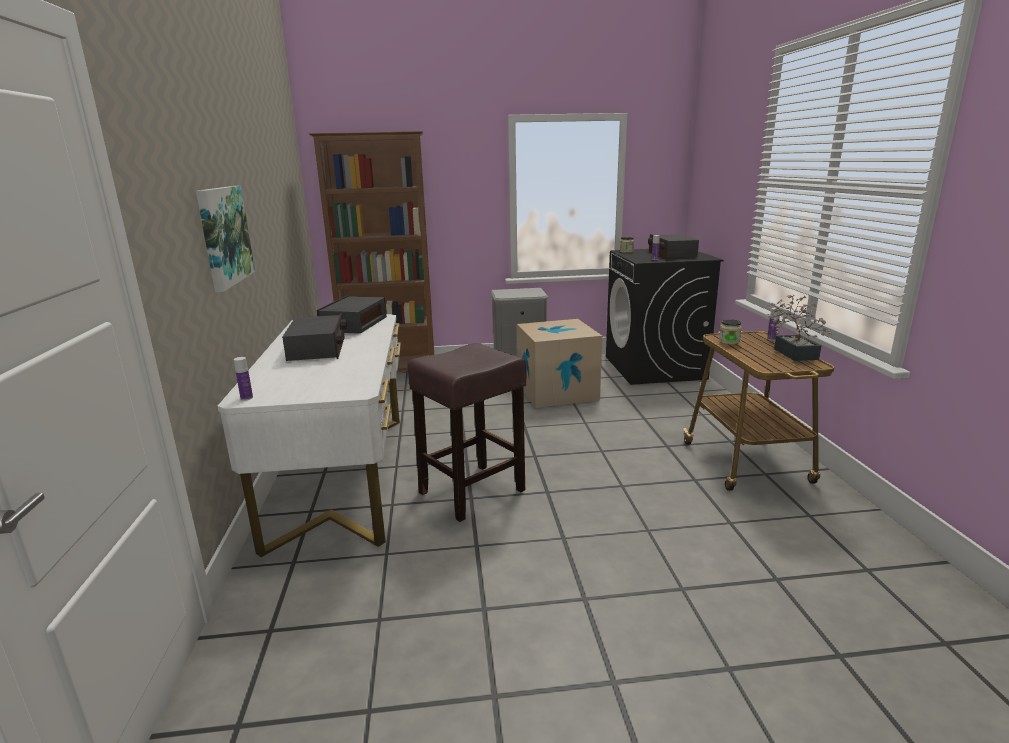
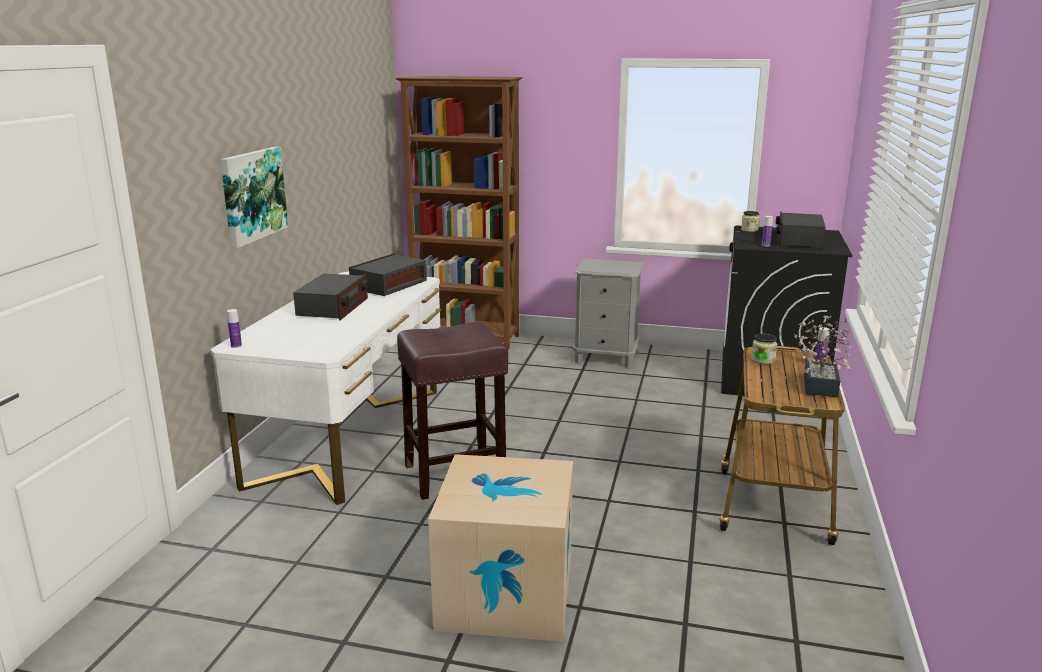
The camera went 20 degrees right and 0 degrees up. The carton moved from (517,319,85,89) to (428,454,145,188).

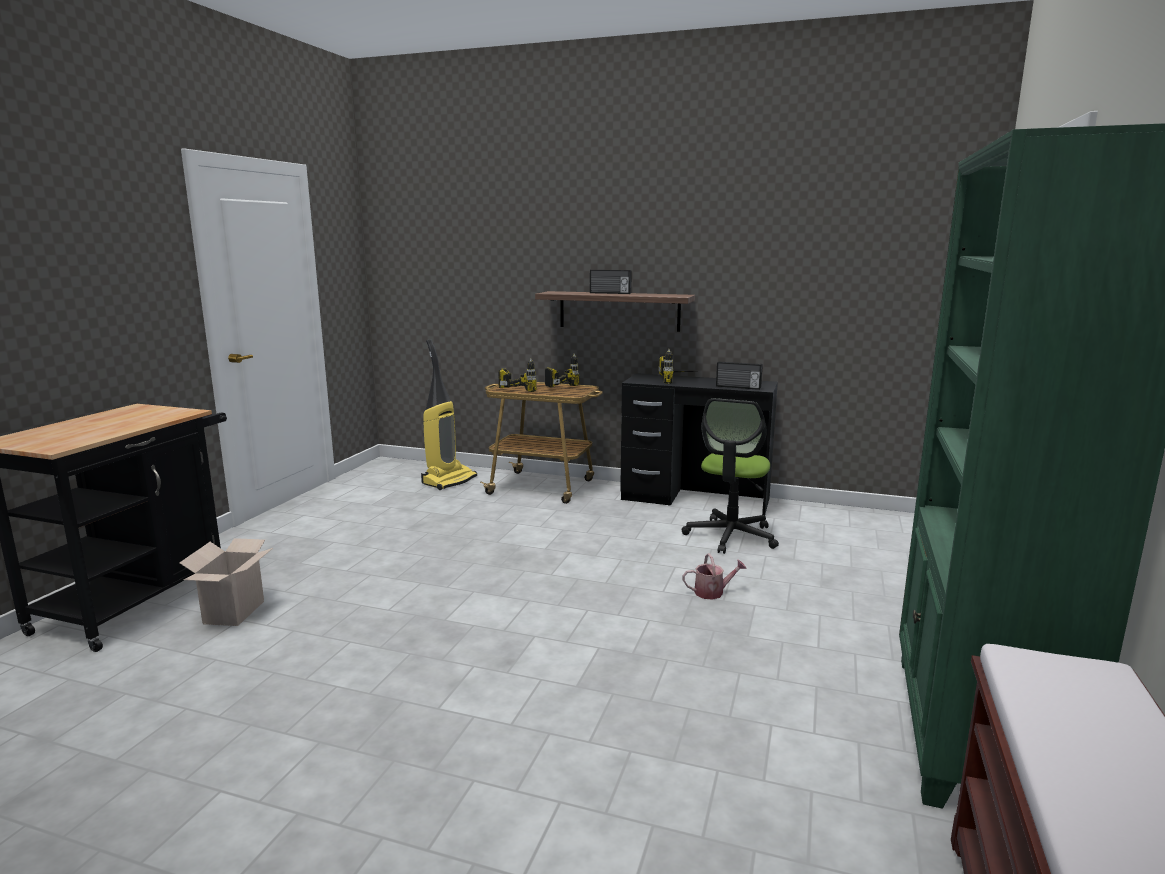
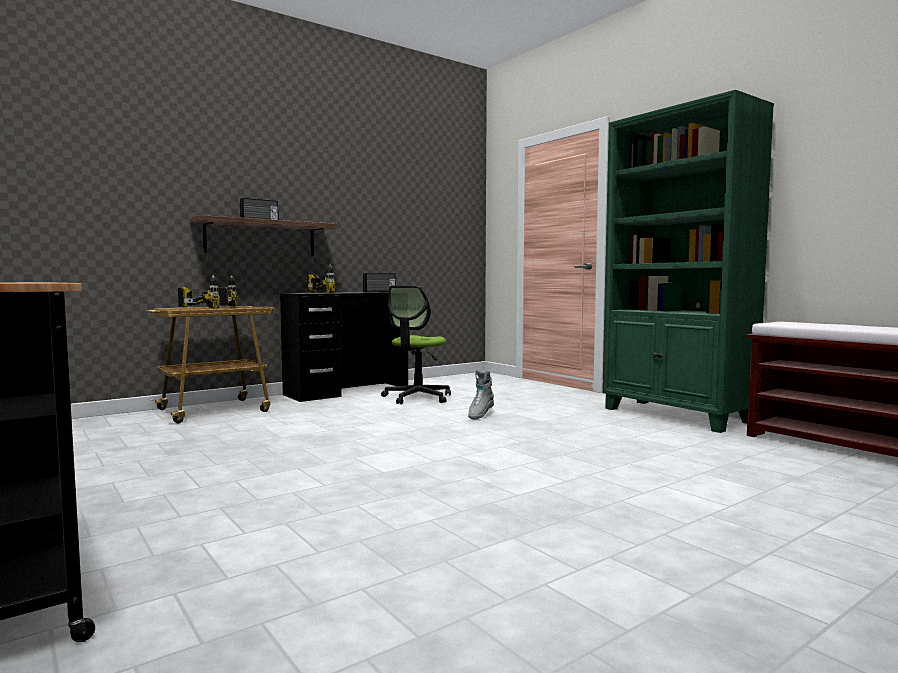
The camera went 55 degrees left and 10 degrees down. The carton at (179,538,94,88) disappeared. The vacuum at (421,339,56,151) disappeared. The desk chair at (682,398,97,156) turned 60 degrees clockwise. The watering can at (682,553,65,47) was replaced by the gray boot at (468,370,26,49).

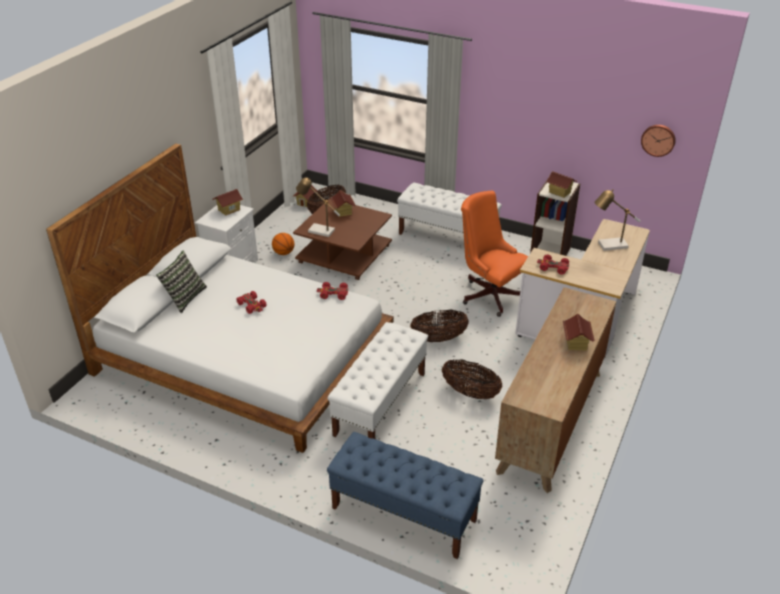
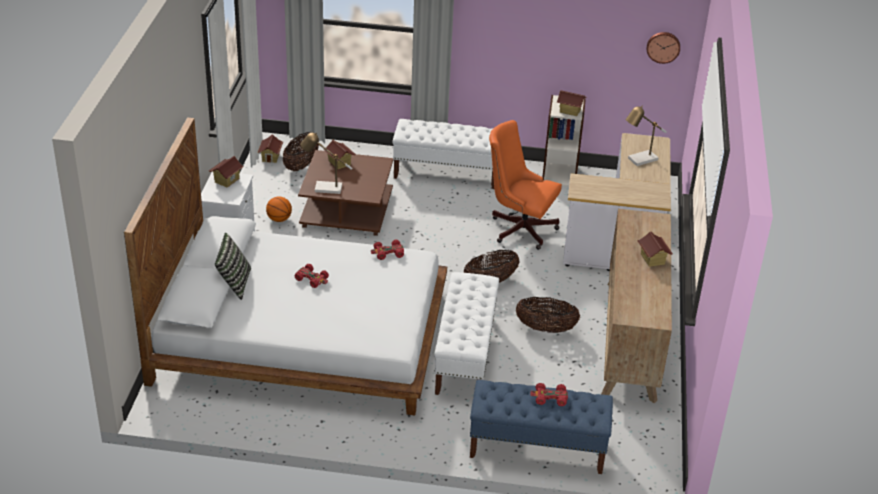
The camera went 20 degrees left and 0 degrees up. The red-coloured toy car moved from (537,254,32,21) to (531,383,37,23).

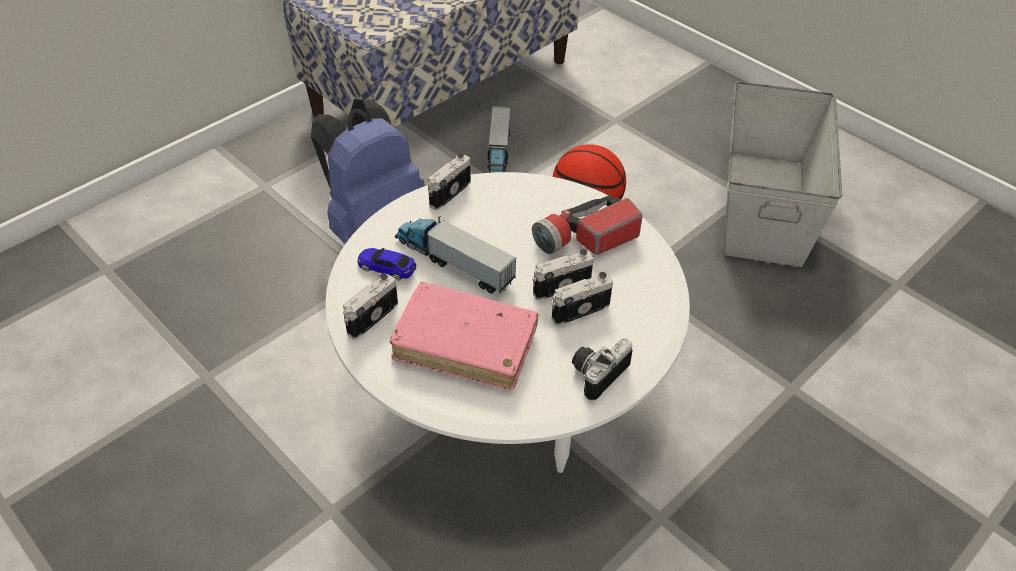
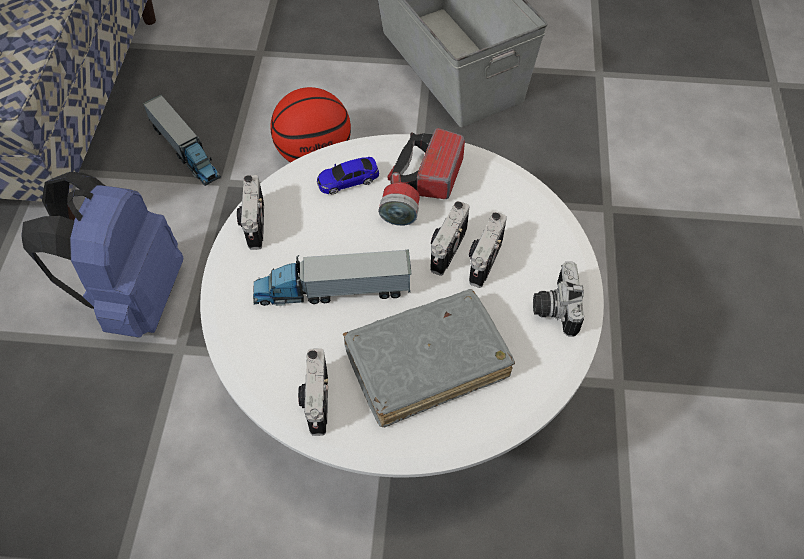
The camera went 40 degrees left and 10 degrees up. The toy car moved from (357,248,59,32) to (317,157,62,37). The pink book at (390,282,149,108) became the gray book at (343,289,172,138).

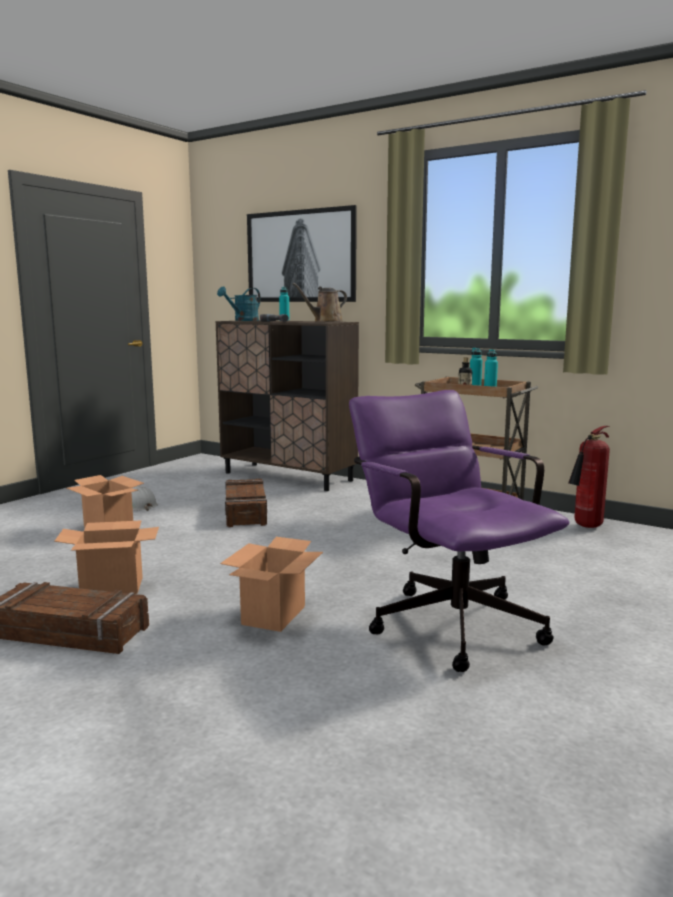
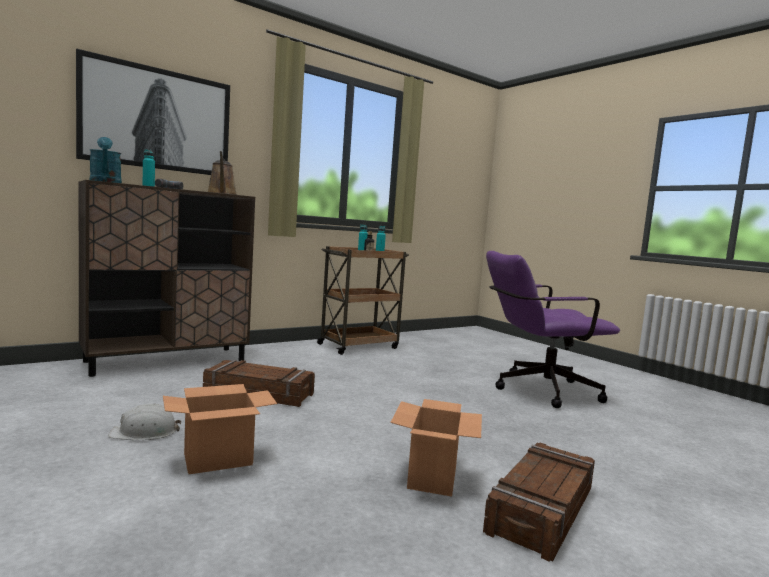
The camera went 70 degrees left and 5 degrees down. The carton at (220,537,103,95) disappeared. The extinguisher at (568,426,42,102) disappeared.

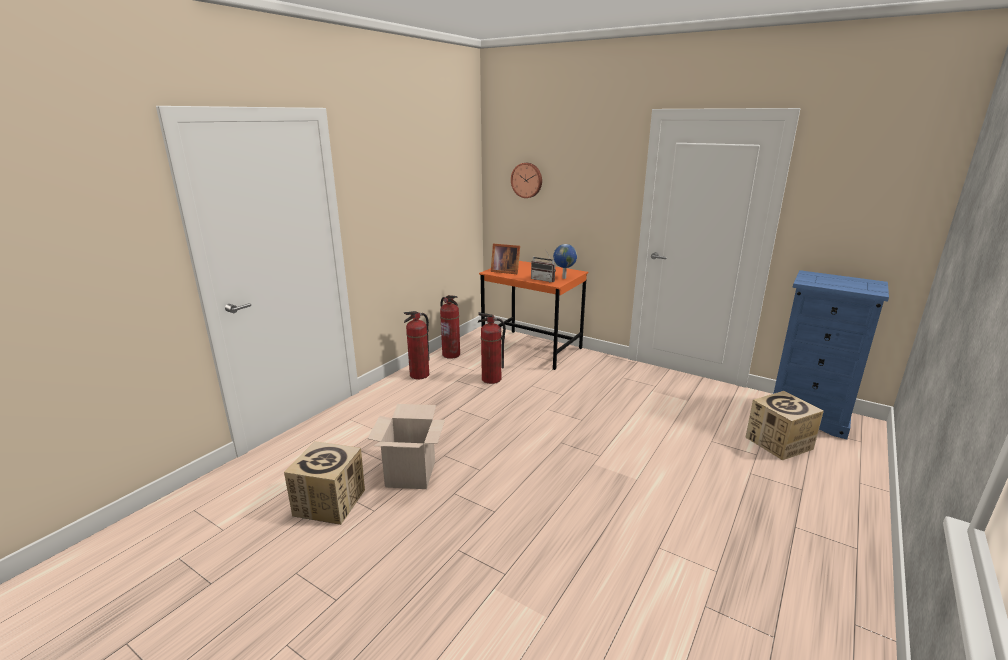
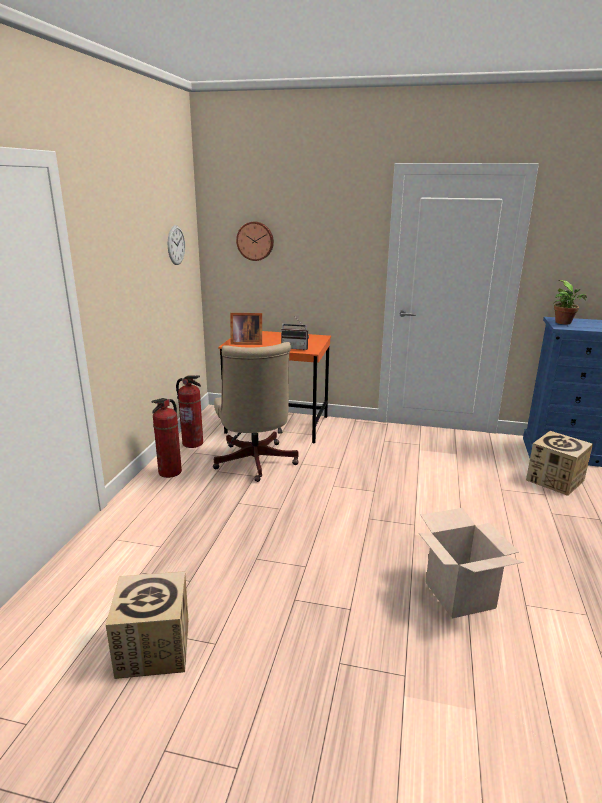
The camera went 20 degrees left and 0 degrees up. The carton moved from (367,404,78,85) to (419,508,104,110). The extinguisher at (477,312,29,72) was replaced by the beige-coloured desk chair at (213,342,86,140). The globe at (553,244,24,35) disappeared. The clock on the wall at (168,225,17,40) appeared. The potted plant at (554,280,33,44) appeared.

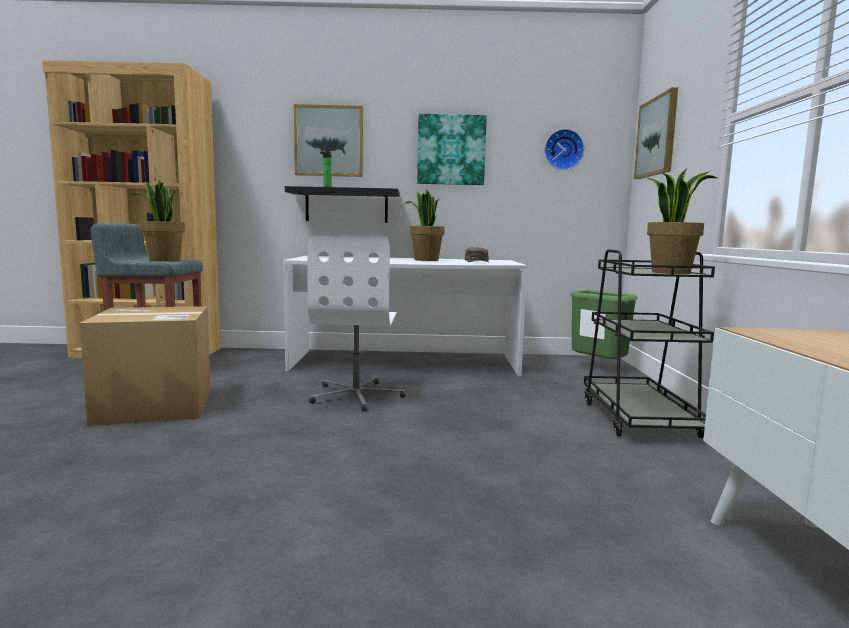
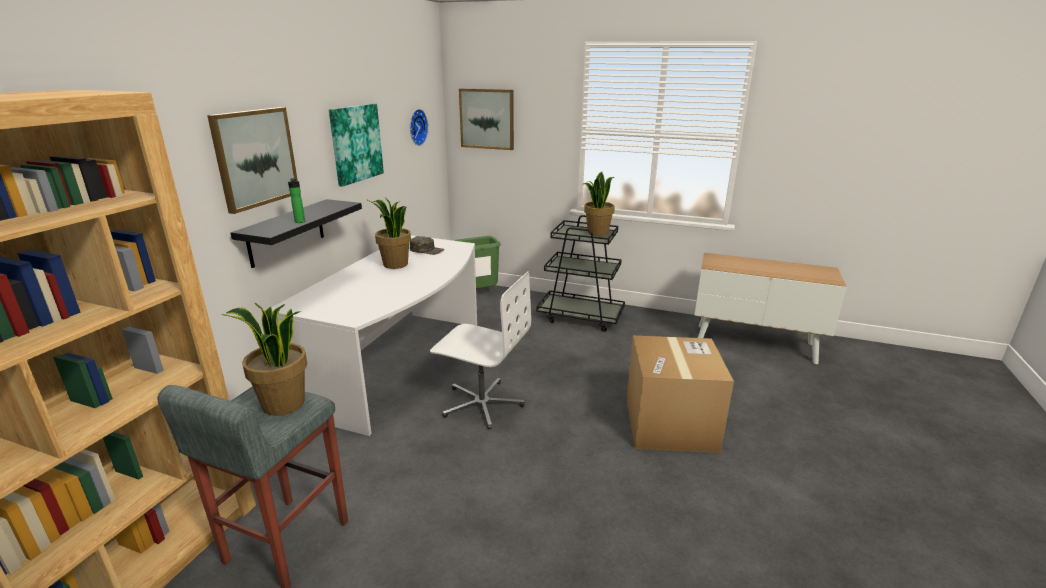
The camera went 70 degrees left and 15 degrees up. The carton moved from (79,306,132,120) to (627,336,107,117).

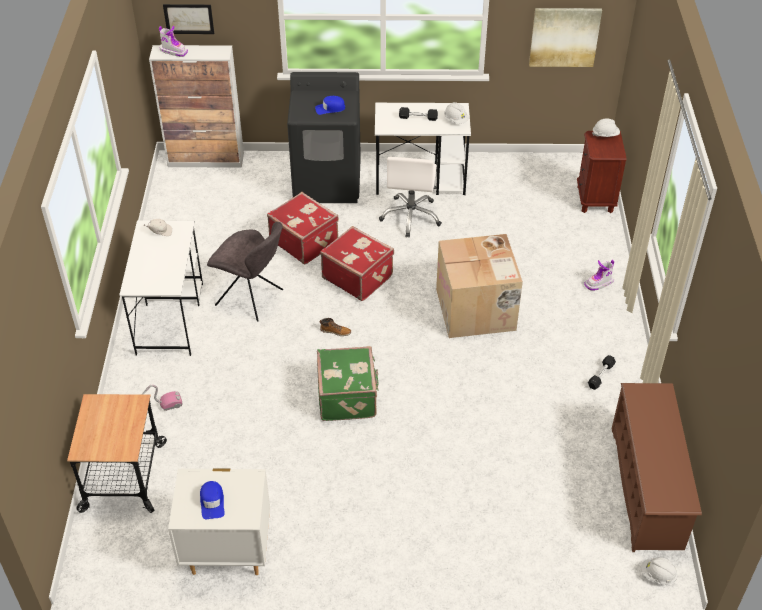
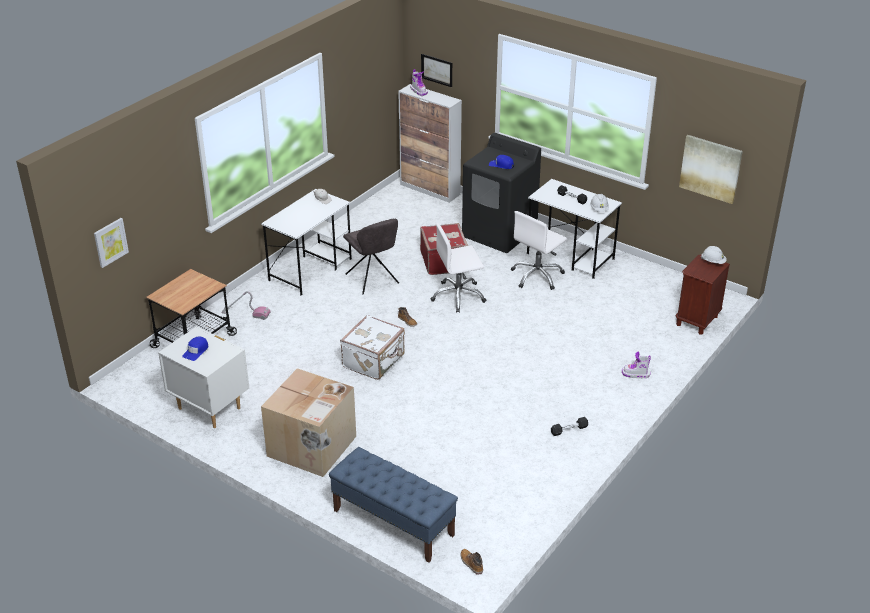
The camera went 35 degrees right and 10 degrees down. The green piece of luggage at (317,346,62,75) became the whitish piece of luggage at (340,315,65,65). The red-coloured piece of luggage at (320,226,74,75) was replaced by the whitish desk chair at (430,223,56,90). The carton moved from (436,234,87,104) to (261,368,95,109). The brown-coloured shoe stand at (612,383,90,169) disappeared. The whitish safety helmet at (641,557,37,27) was replaced by the boot at (461,549,22,26). The wall picture at (94,218,35,50) appeared. The blue bench at (329,447,129,116) appeared.

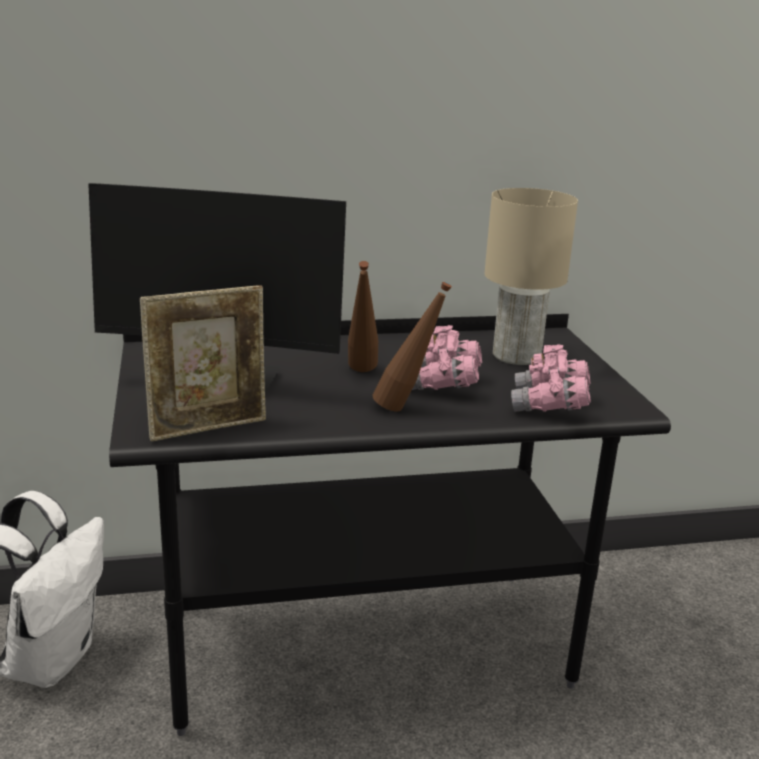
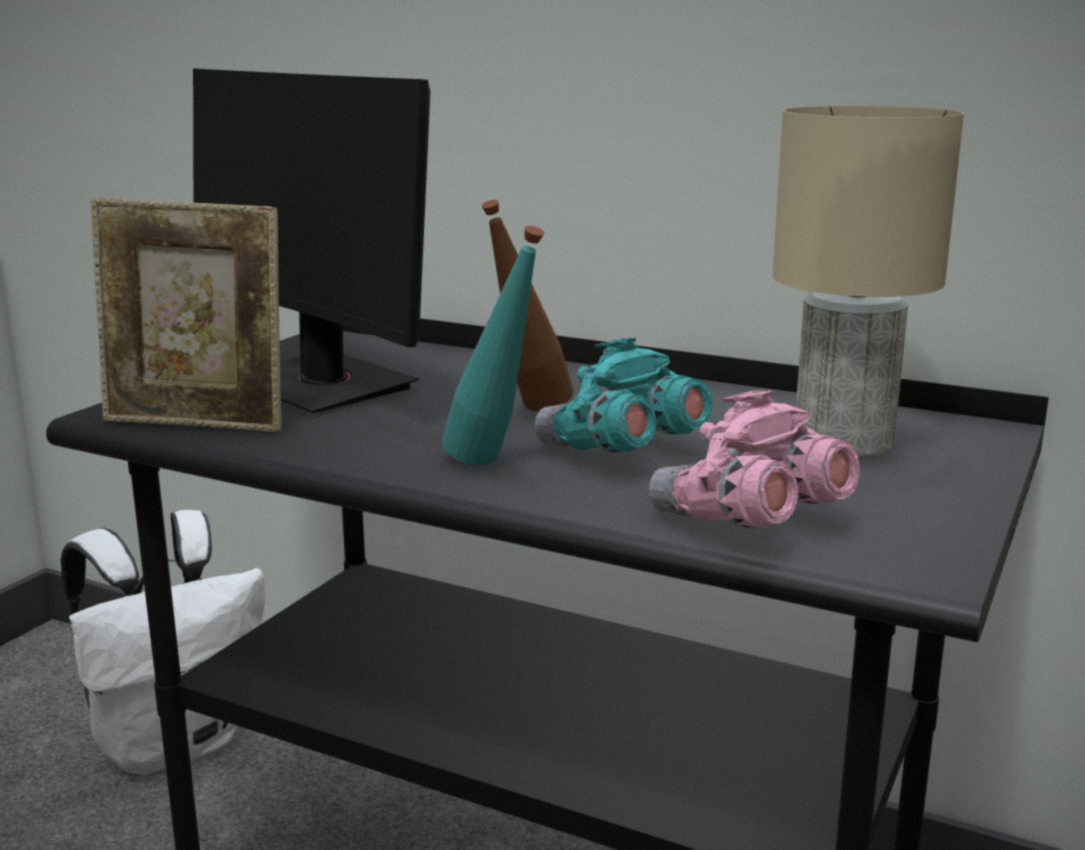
The camera went 40 degrees right and 5 degrees down. The brown-coloured drink bottle at (372,282,80,129) became the blue-green drink bottle at (442,226,102,239). The pink field glasses at (412,325,70,65) became the blue-green field glasses at (535,338,177,115).

